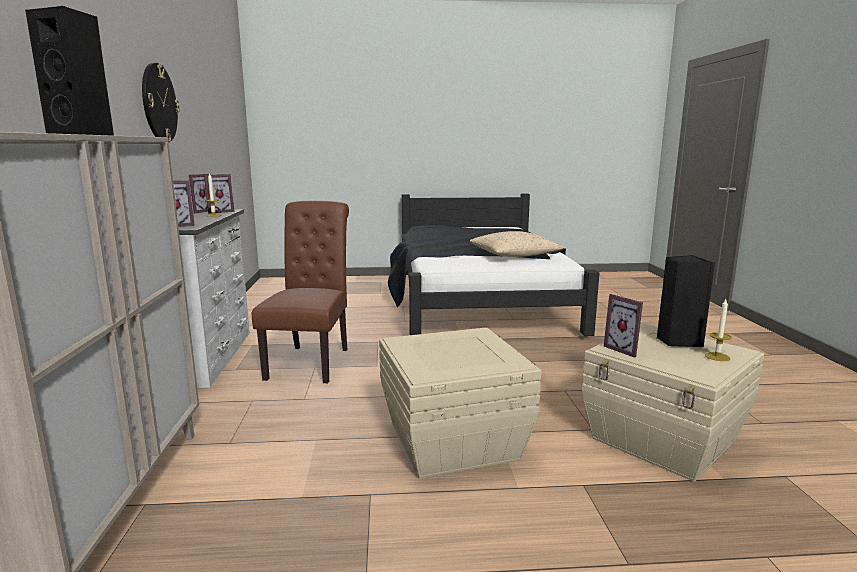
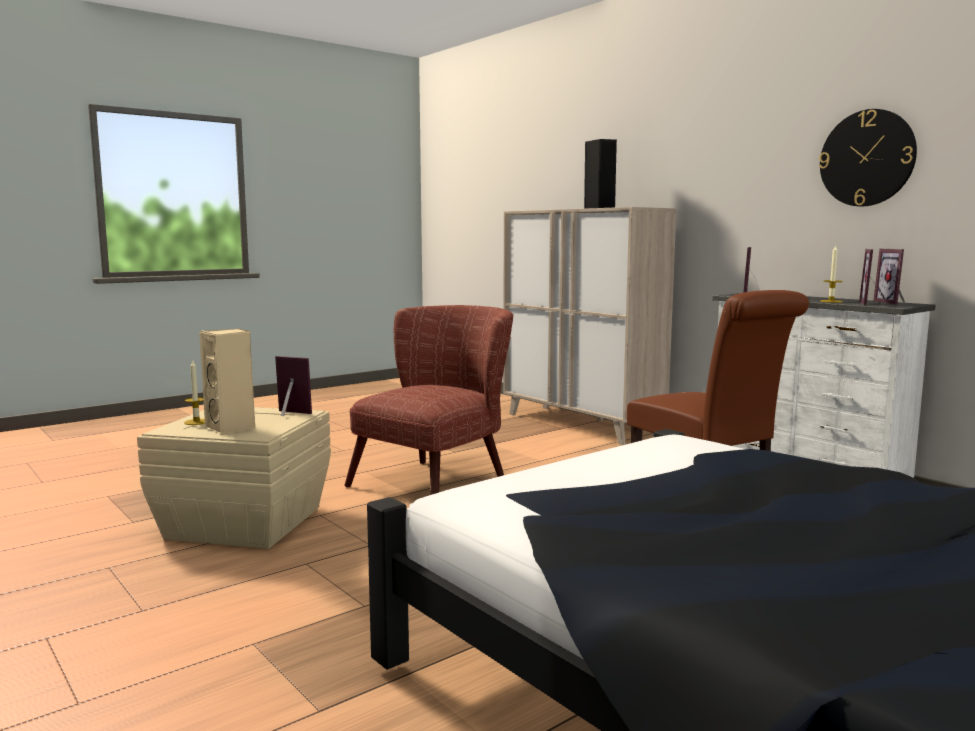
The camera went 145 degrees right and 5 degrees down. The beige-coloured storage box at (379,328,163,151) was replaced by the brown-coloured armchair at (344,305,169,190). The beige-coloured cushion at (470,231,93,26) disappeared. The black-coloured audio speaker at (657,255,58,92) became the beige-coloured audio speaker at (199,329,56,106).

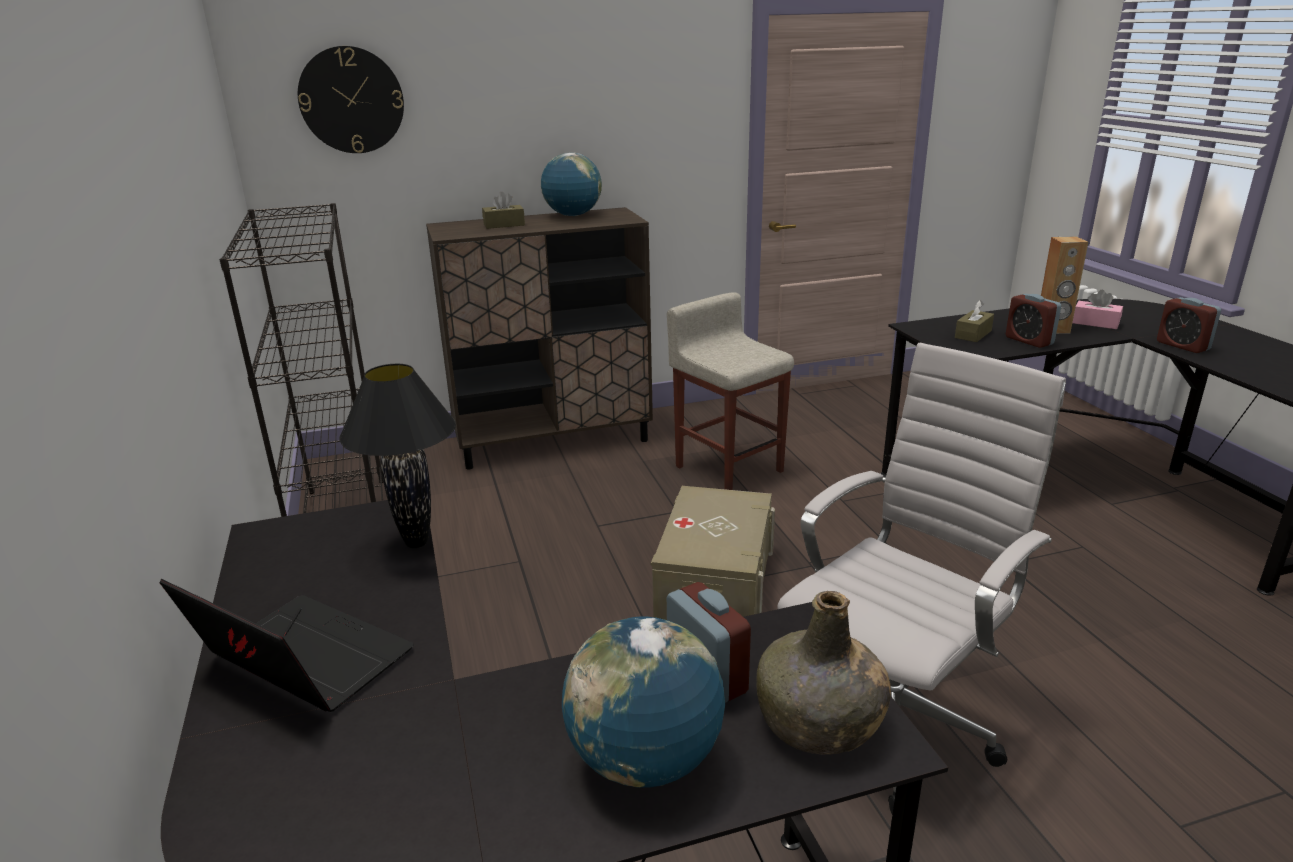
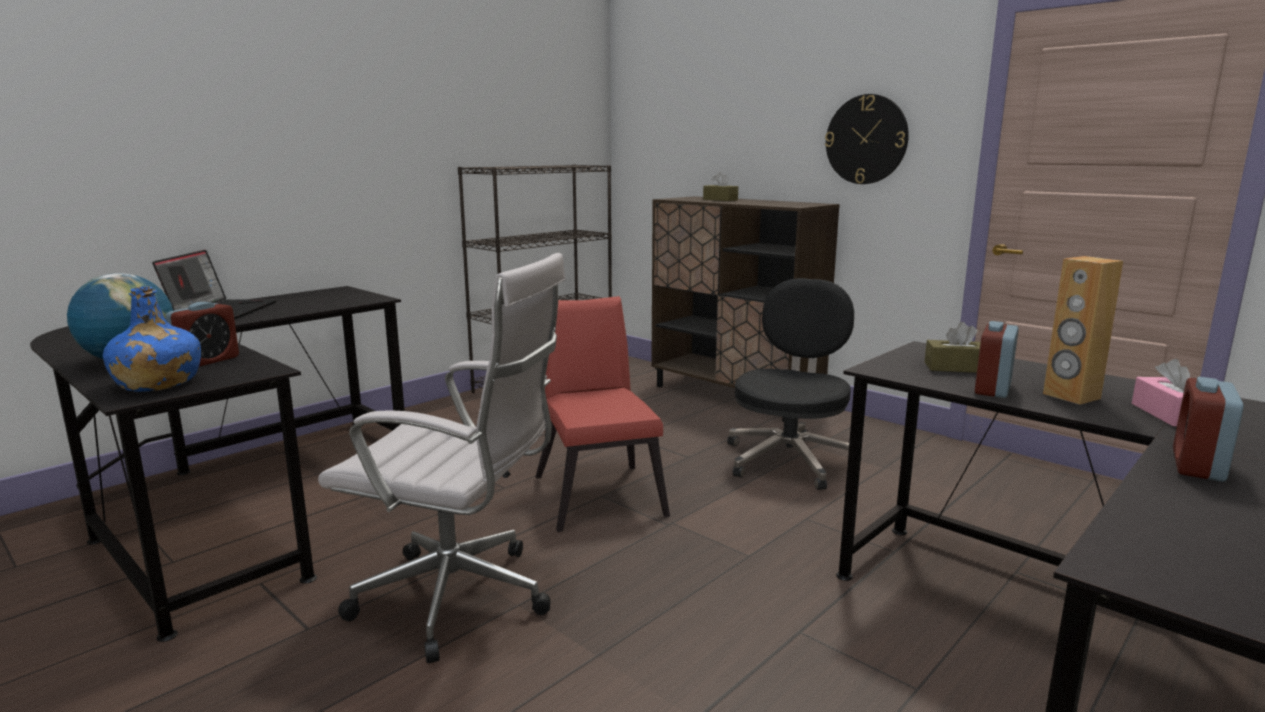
The camera went 60 degrees right and 10 degrees down. The clock on the wall moved from (298,46,106,107) to (825,94,84,90). The black-coloured tabletop lamp at (340,364,116,184) disappeared. The globe at (541,153,61,63) disappeared. The beige-coloured storage box at (650,486,125,134) was replaced by the red-coloured chair at (535,296,135,236). The beige-coloured stool seat at (667,292,127,198) was replaced by the black-coloured desk chair at (727,278,127,212). The green drink bottle at (756,591,135,164) became the blue drink bottle at (103,286,98,106).

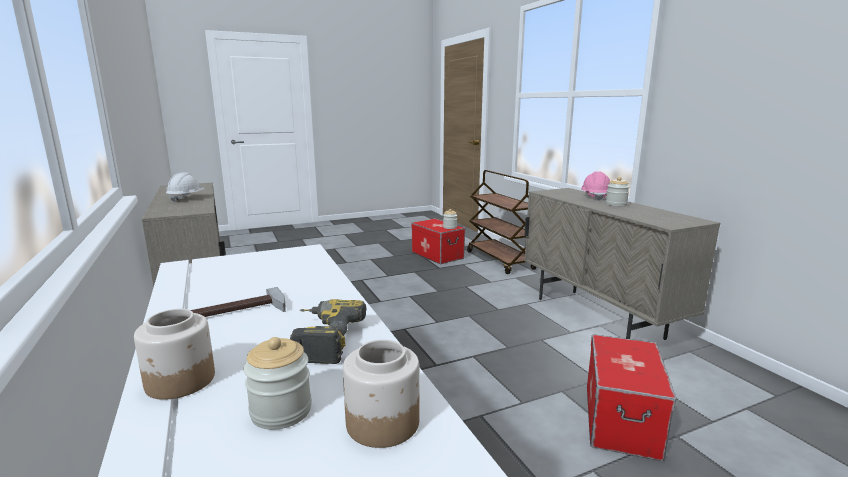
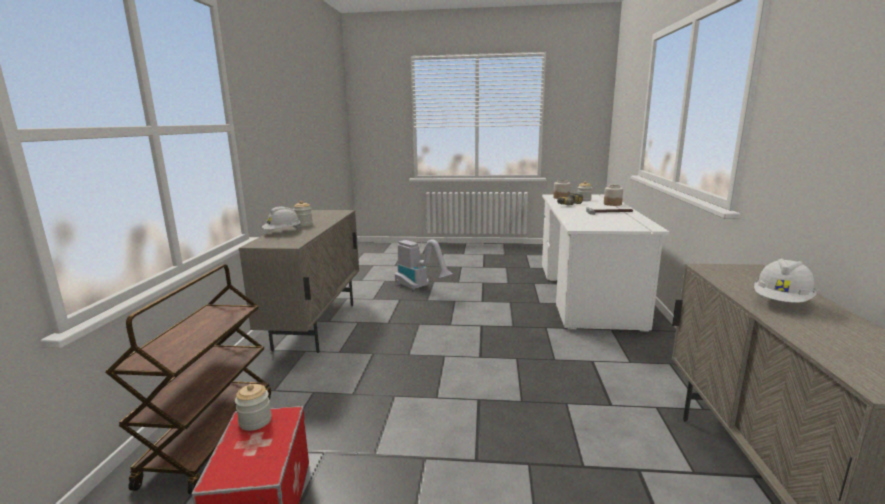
The camera went 150 degrees left and 0 degrees up. The pink safety helmet at (581,171,29,30) became the whitish safety helmet at (262,207,39,23). The storage box at (587,334,89,127) was replaced by the vacuum at (395,239,58,51).

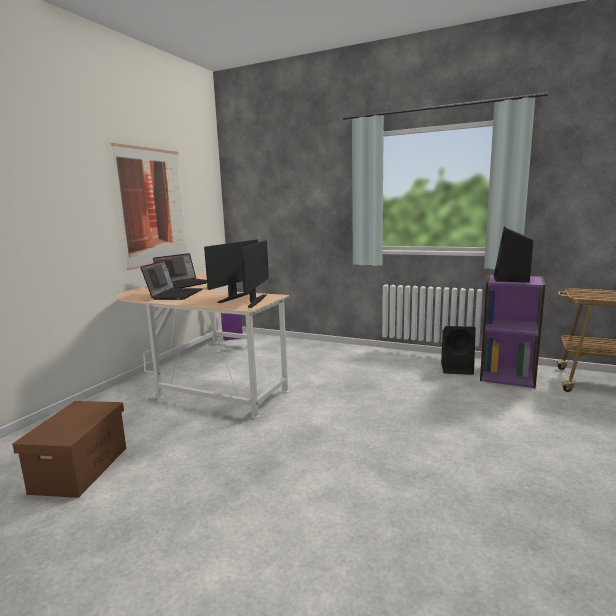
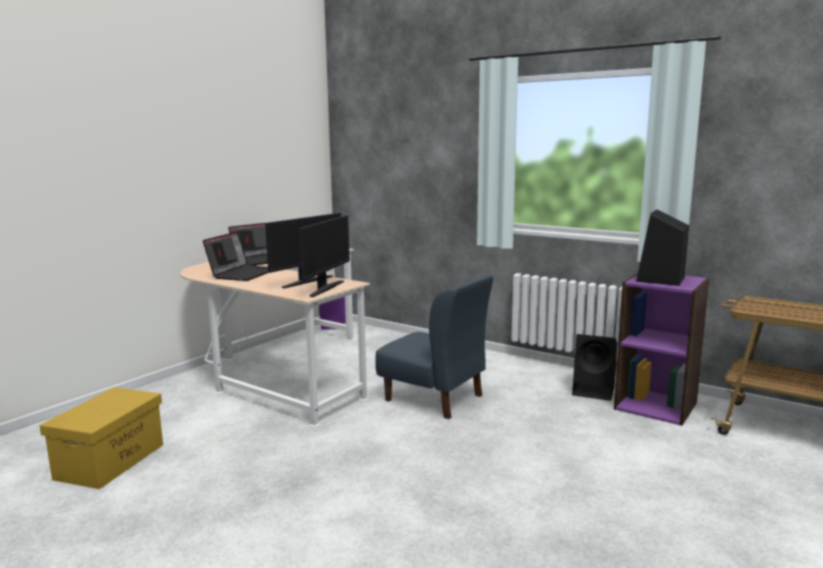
The camera went 10 degrees right and 0 degrees up. The brown-coloured storage box at (12,401,114,97) became the yellow storage box at (39,387,124,102). The wall picture at (111,143,76,127) disappeared. The blue chair at (375,275,118,144) appeared.

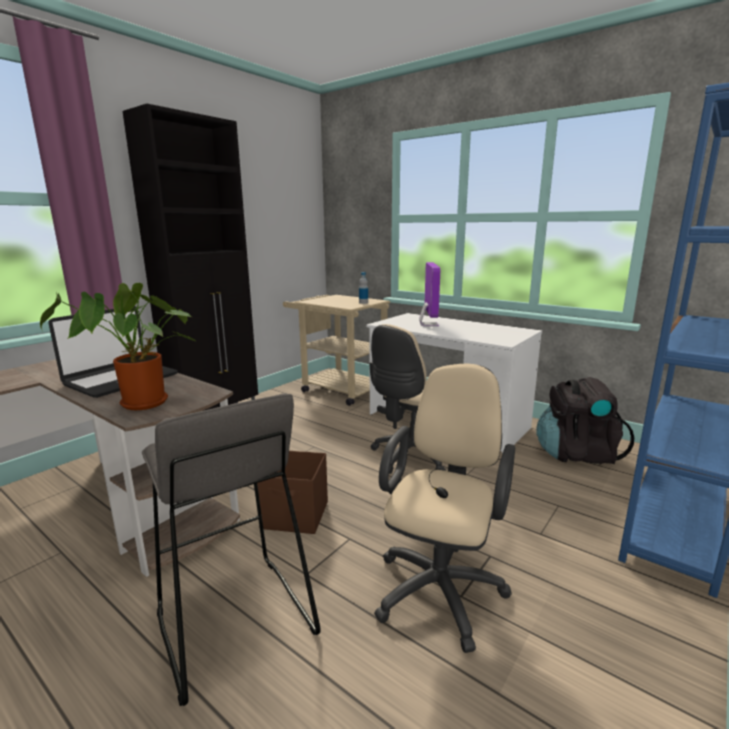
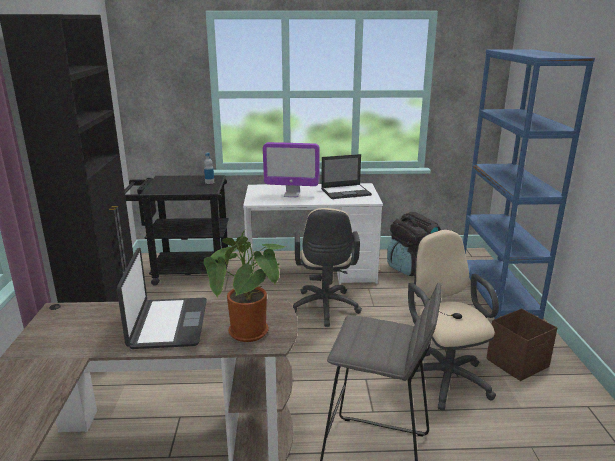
The camera went 40 degrees left and 5 degrees up. The brown-coloured storage box moved from (257,451,71,83) to (487,309,71,72). The beige-coloured cart at (283,295,107,111) became the black-coloured cart at (125,175,104,111). The monitor at (419,262,21,65) turned 135 degrees clockwise. The laptop at (321,154,51,45) appeared.

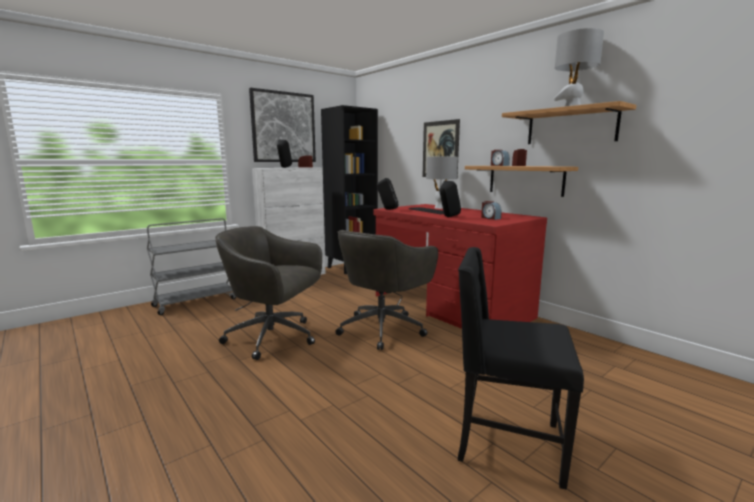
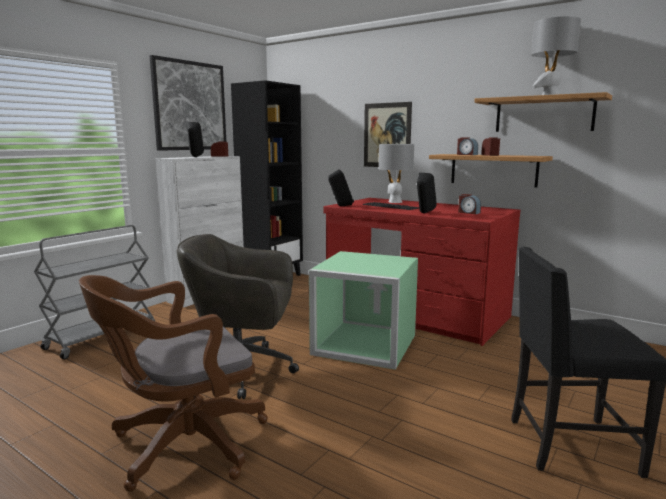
The camera went 15 degrees left and 0 degrees up. The gray desk chair at (335,230,103,120) was replaced by the green storage box at (309,251,109,119). The brown-coloured desk chair at (79,275,189,217) appeared.

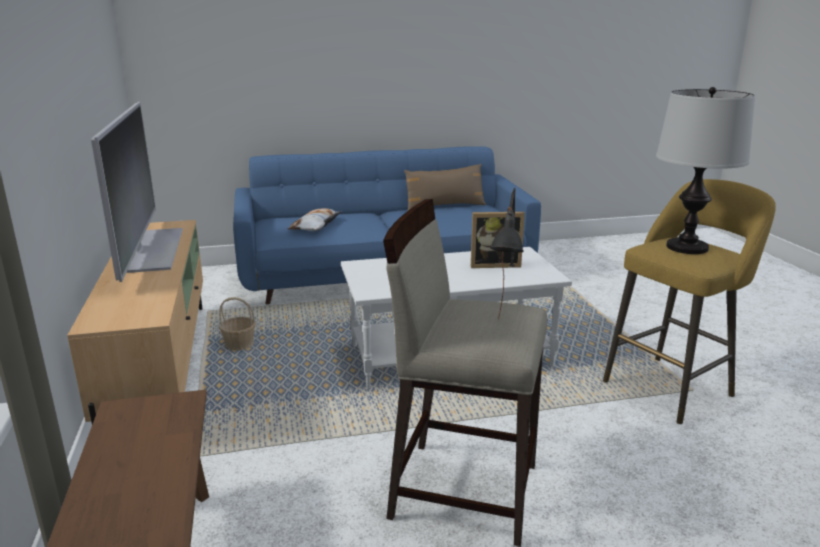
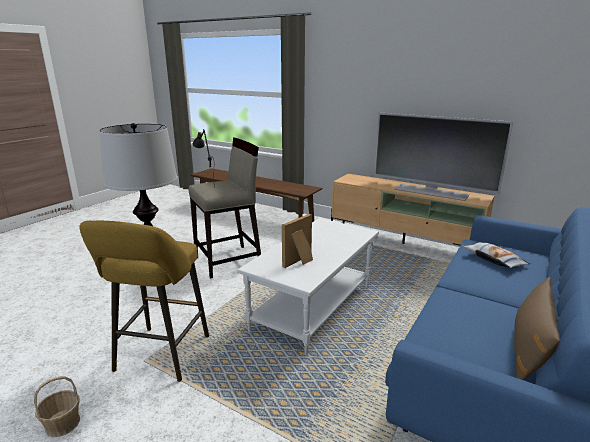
The camera went 135 degrees right and 0 degrees up. The basket moved from (219,297,37,53) to (34,376,46,61).

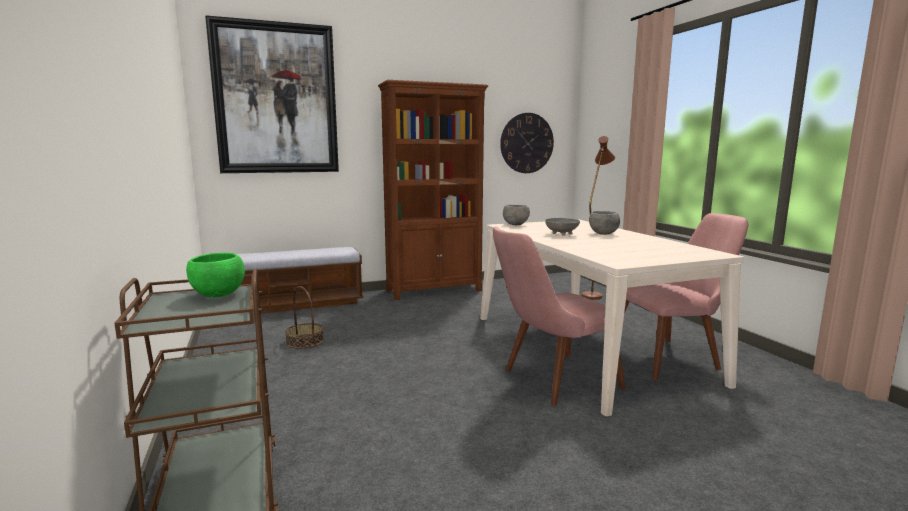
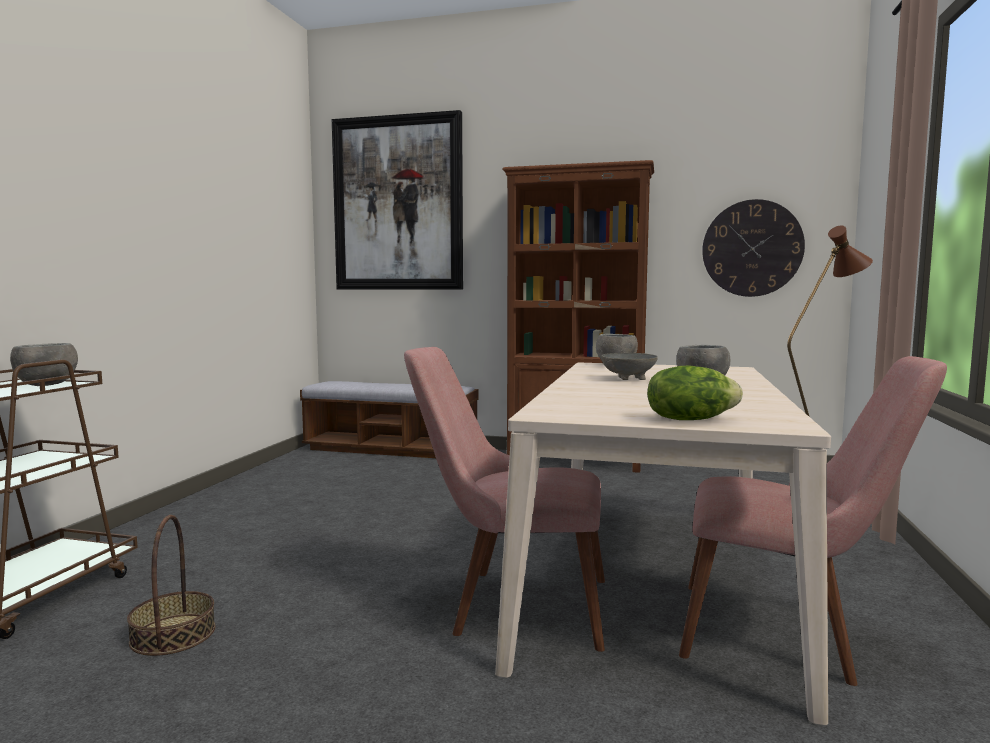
The camera went 35 degrees right and 5 degrees down. The green deep dish at (186,252,59,45) became the gray deep dish at (10,343,68,43). The basket moved from (285,286,39,62) to (127,515,88,141). The lettuce head at (647,365,96,55) appeared.

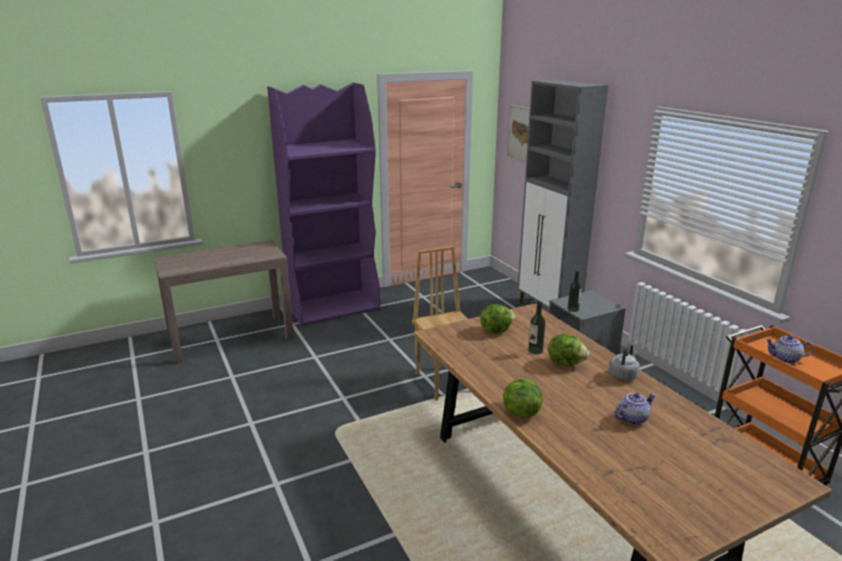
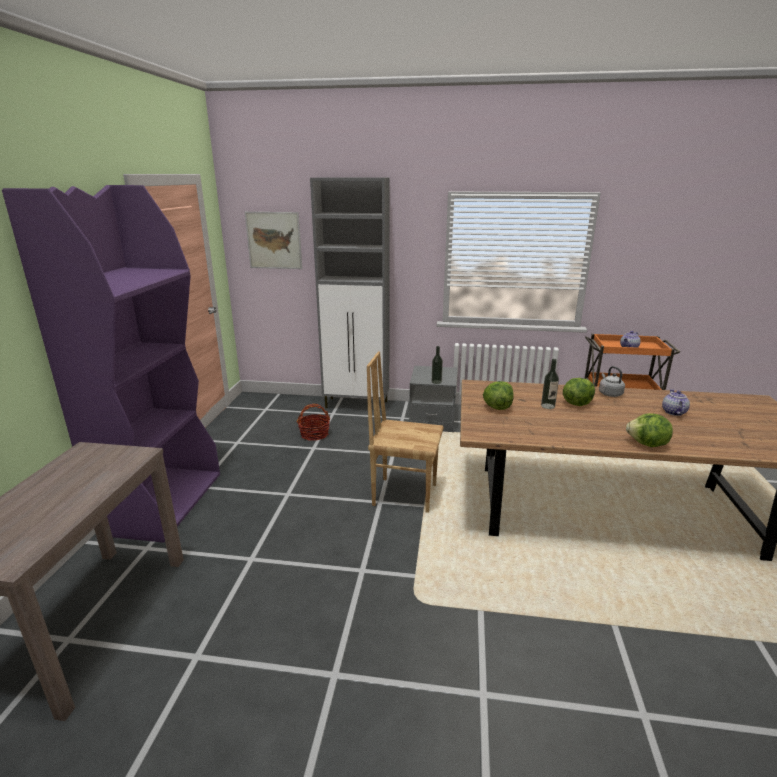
The camera went 55 degrees left and 0 degrees up. The basket at (297,404,33,37) appeared.

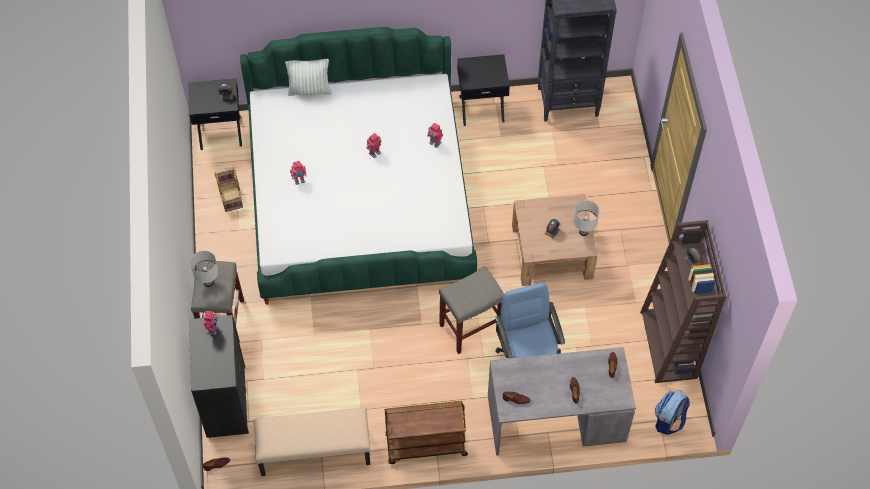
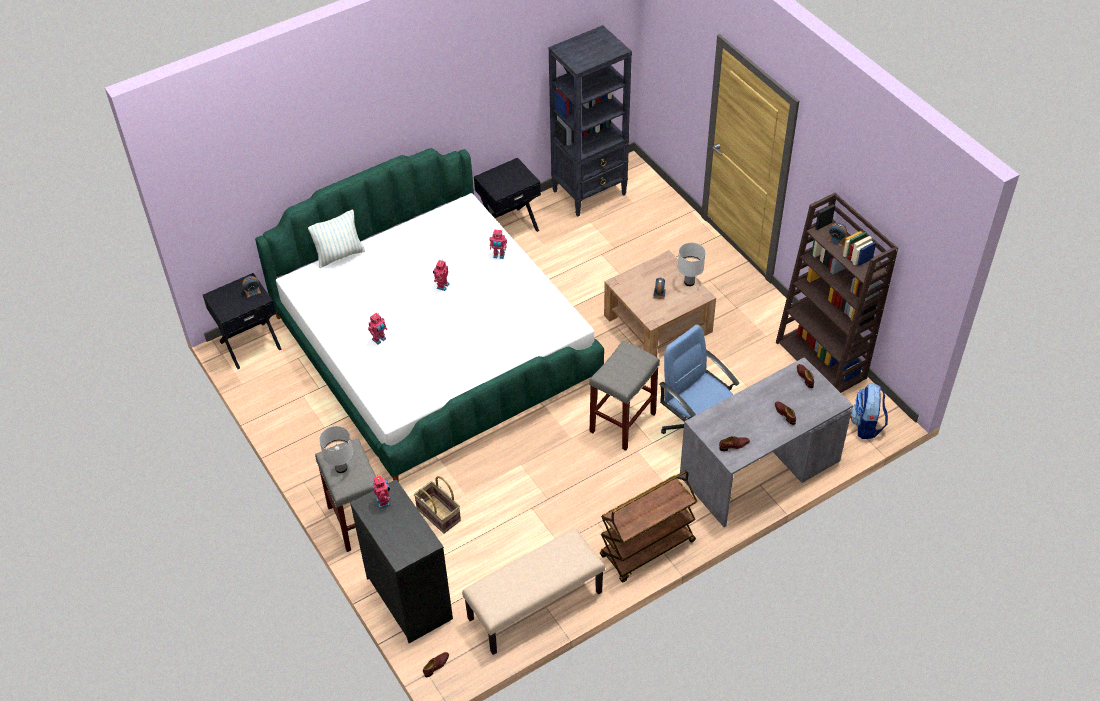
The camera went 25 degrees left and 10 degrees down. The basket moved from (215,168,28,44) to (414,476,47,58).

